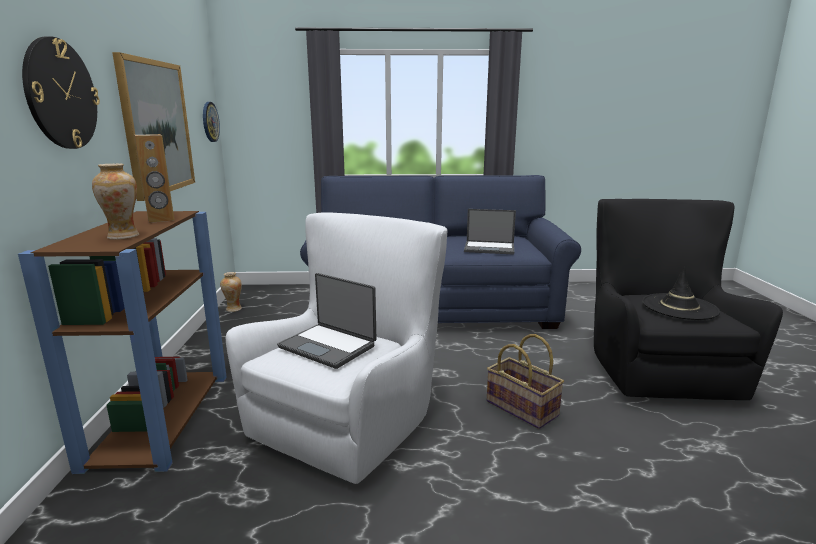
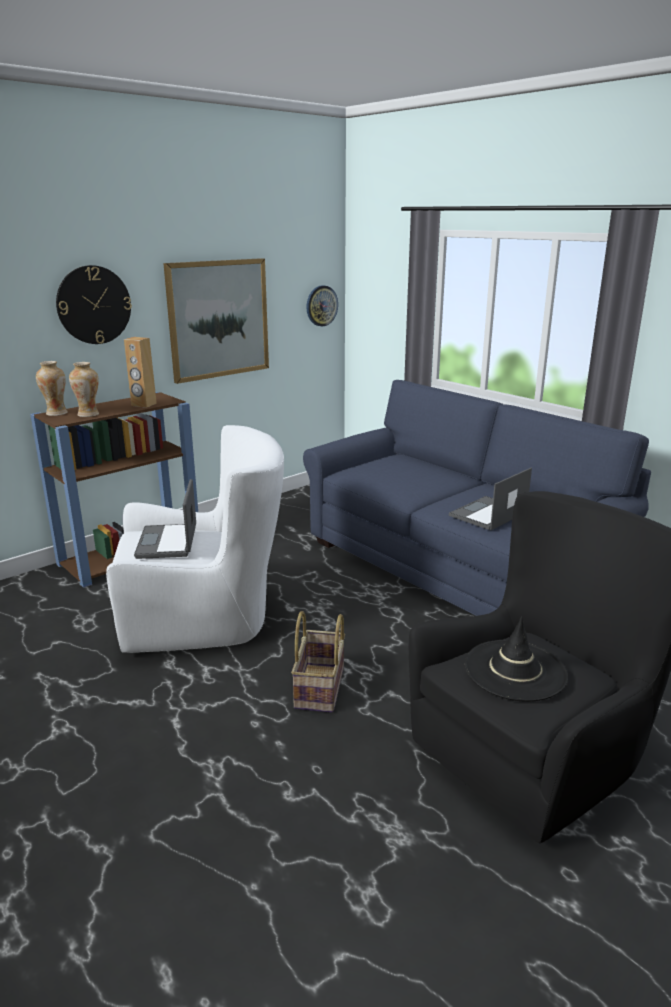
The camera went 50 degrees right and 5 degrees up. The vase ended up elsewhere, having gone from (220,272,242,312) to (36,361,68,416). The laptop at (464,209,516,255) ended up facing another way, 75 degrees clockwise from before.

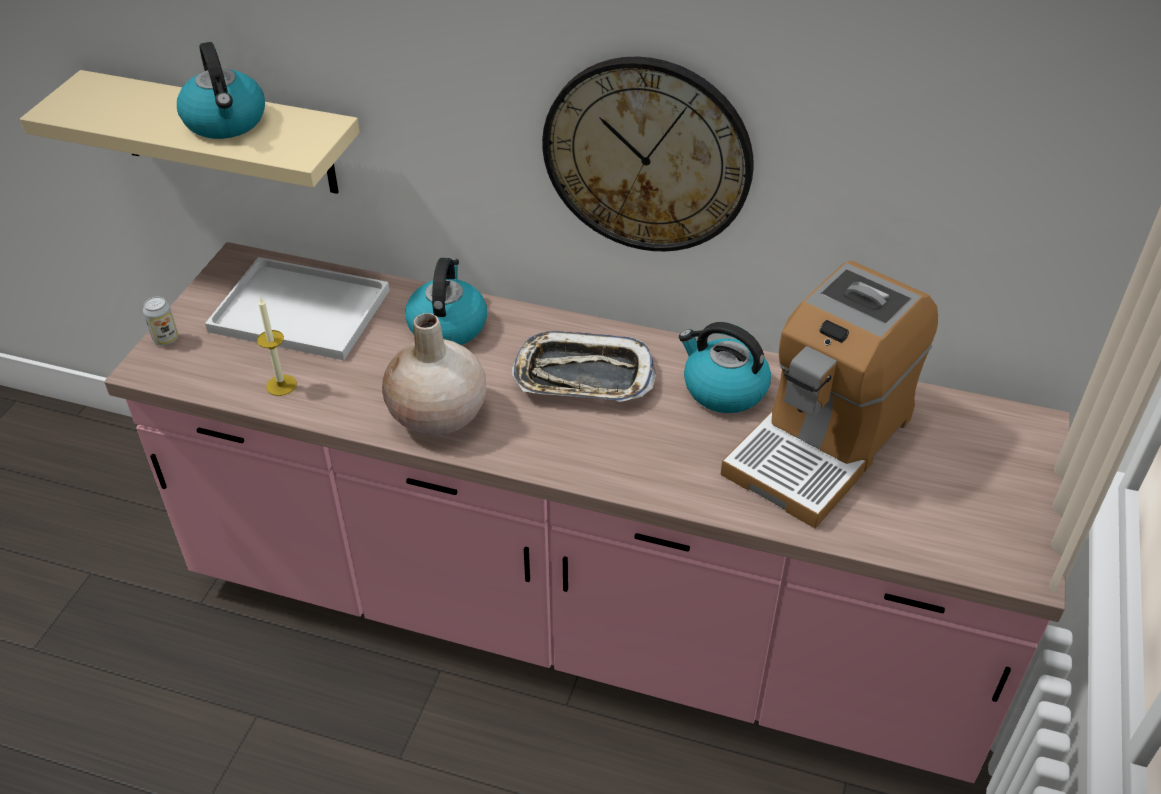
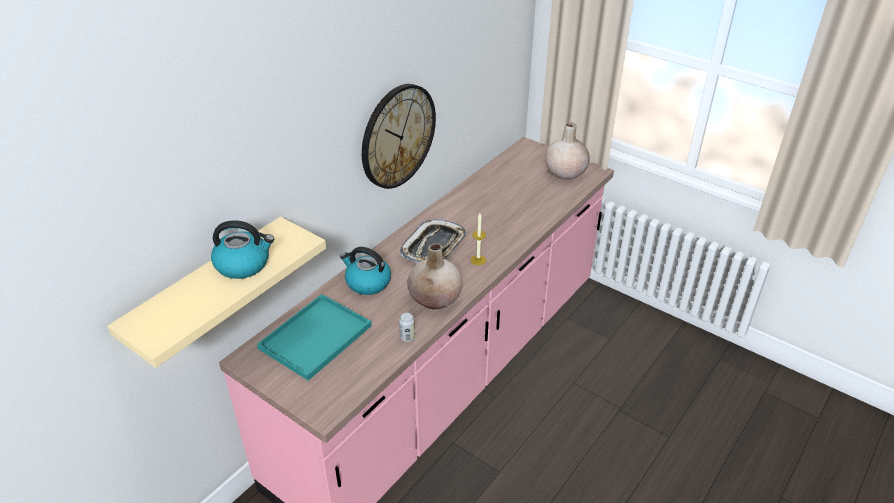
The camera went 70 degrees left and 5 degrees down. The can ended up elsewhere, having gone from (143,297,178,346) to (399,313,415,342). What was the white_tray at (205,257,390,360) turned into the turquoise_tray at (257,294,372,381). The candle ended up elsewhere, having gone from (257,297,297,396) to (471,214,486,265). The second view lost the kettle at (679,322,771,413). The second view lost the coffee_machine at (721,261,938,528). The second view gained the beige_vase at (545,122,590,180).

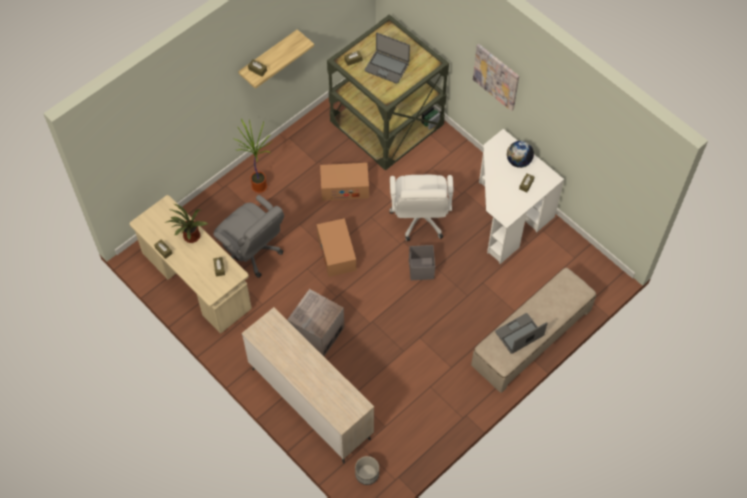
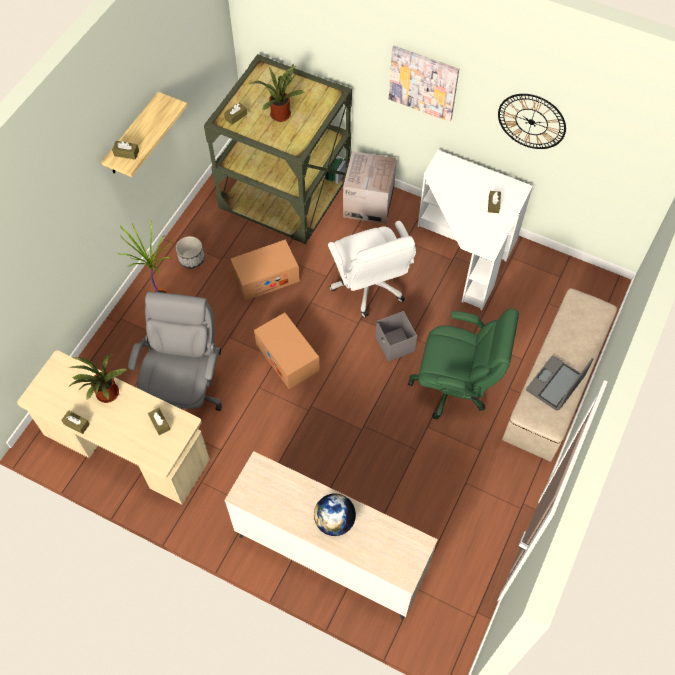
The camera went 20 degrees left and 0 degrees up. The grey_office_chair at (213,195,284,278) ended up facing another way, 105 degrees counterclockwise from before. The cardboard_box ended up elsewhere, having gone from (287,289,345,356) to (343,151,397,224). The planter ended up elsewhere, having gone from (355,456,379,485) to (176,236,204,269). Where the laptop stood at (364,33,410,84), the potted_plant came to stand at (249,63,305,122). The globe ended up elsewhere, having gone from (507,141,534,168) to (314,493,356,536). The second view gained the green_office_chair at (408,309,519,419). The second view gained the wall_clock at (498,94,566,149).

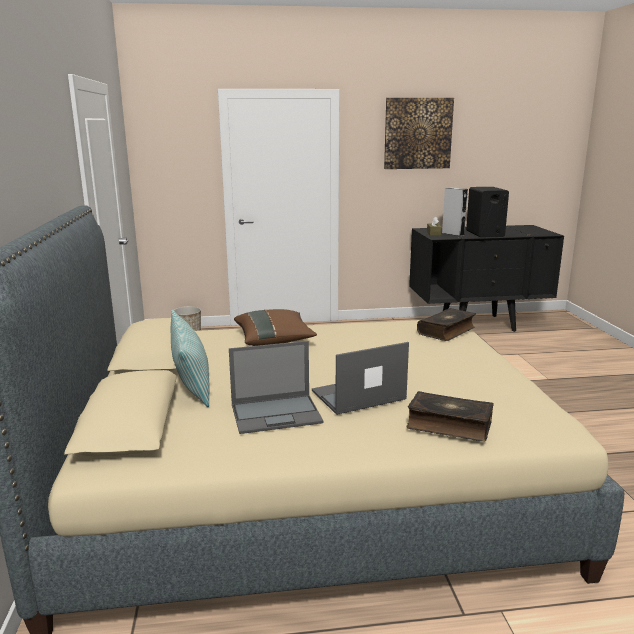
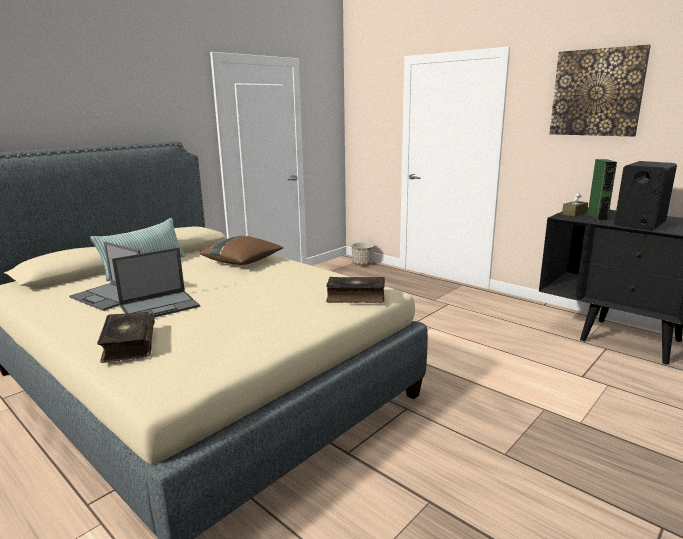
The camera went 50 degrees right and 0 degrees up. The laptop at (312,342,409,415) ended up facing another way, 120 degrees clockwise from before. What was the grey_speaker at (442,187,468,236) turned into the green_speaker at (588,159,617,221).

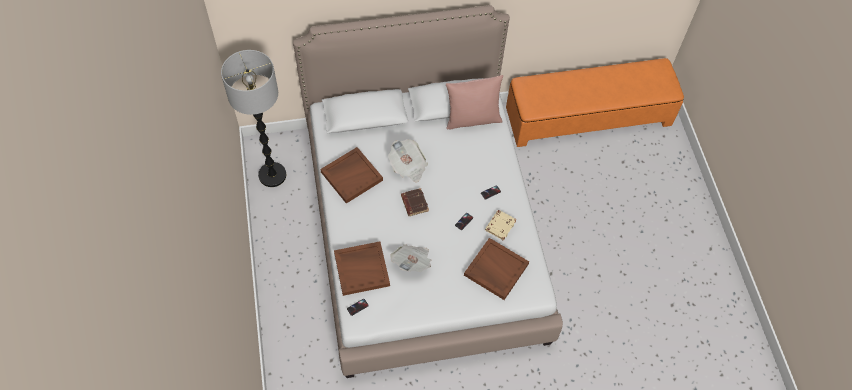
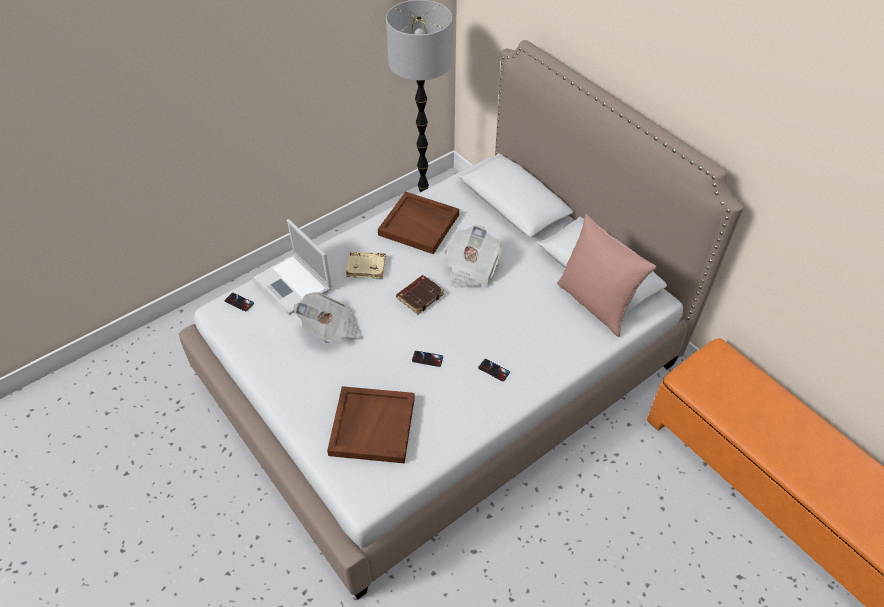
The camera went 65 degrees right and 10 degrees down. Where the brown_tray stood at (334,242,390,296), the laptop came to stand at (254,219,332,315). The beige_book ended up elsewhere, having gone from (485,210,517,241) to (346,252,386,279).

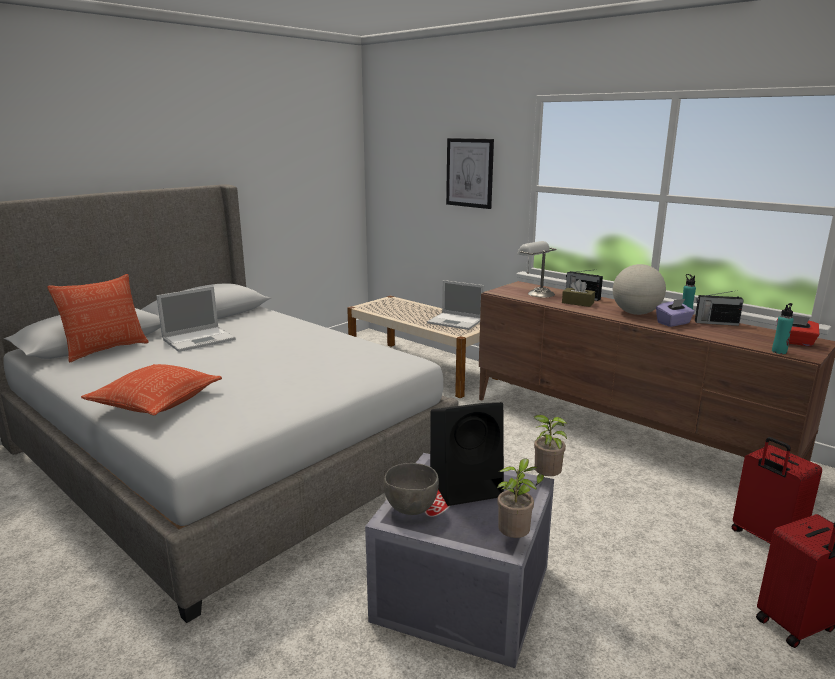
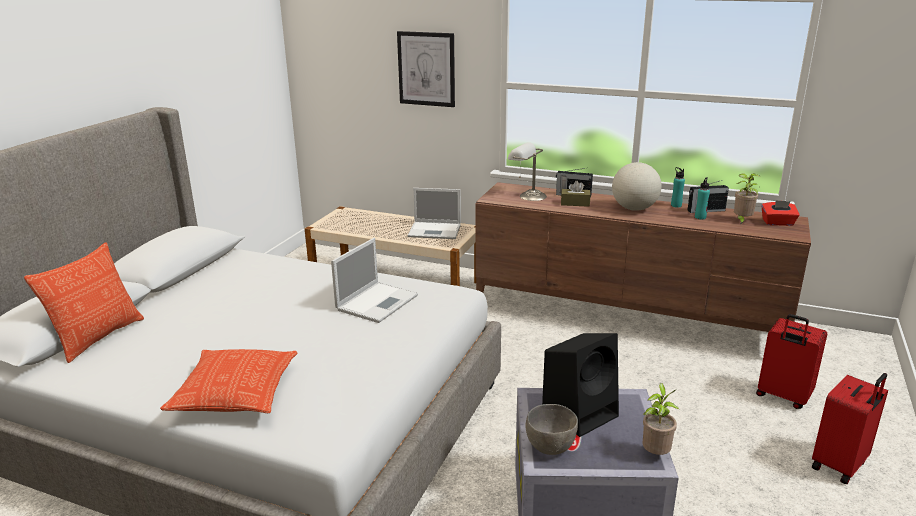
The camera went 20 degrees left and 5 degrees up. The laptop ended up elsewhere, having gone from (156,286,236,352) to (331,238,418,323). The potted_plant ended up elsewhere, having gone from (533,415,567,486) to (734,173,761,225). The second view lost the purple_tissue_box at (656,299,695,327). The turquoise_bottle ended up elsewhere, having gone from (772,303,794,354) to (695,177,710,220).

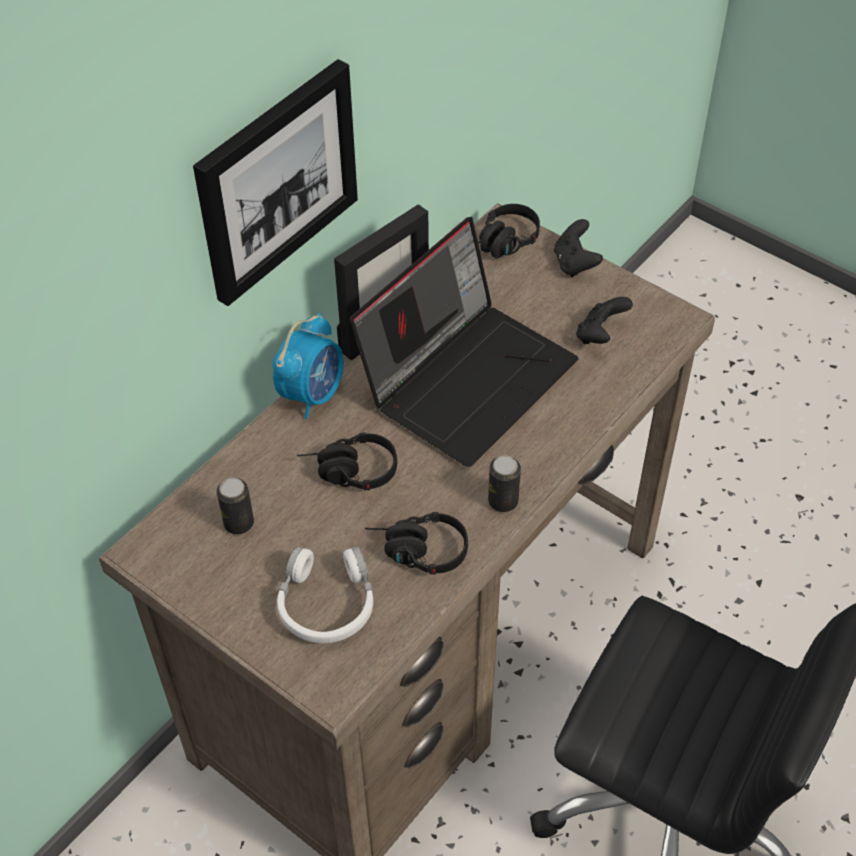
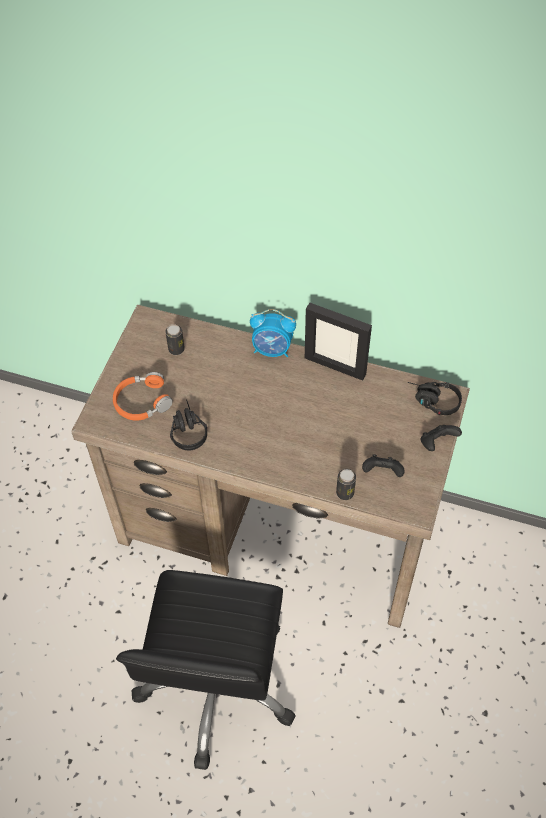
The camera went 70 degrees right and 5 degrees up. The second view lost the picture at (193,59,358,306). What was the white_headphones at (277,546,373,643) turned into the orange_headphones at (113,372,173,421). The second view lost the black_headphones at (297,433,397,490). The second view lost the laptop at (349,217,578,467). The can ended up elsewhere, having gone from (488,456,521,512) to (336,469,356,500).

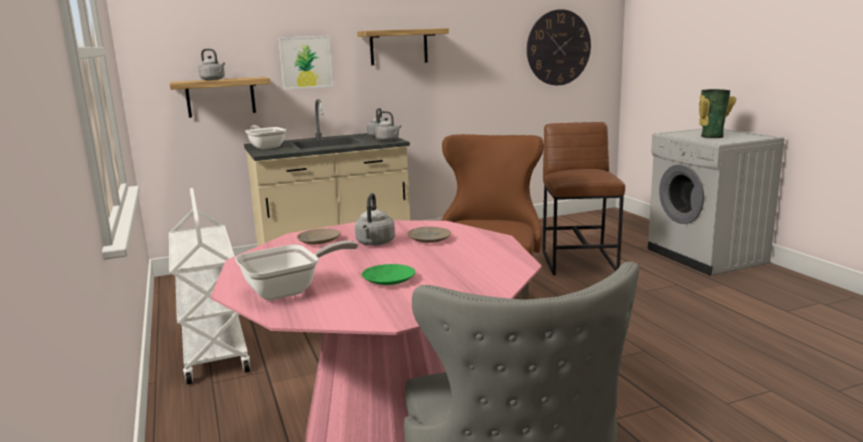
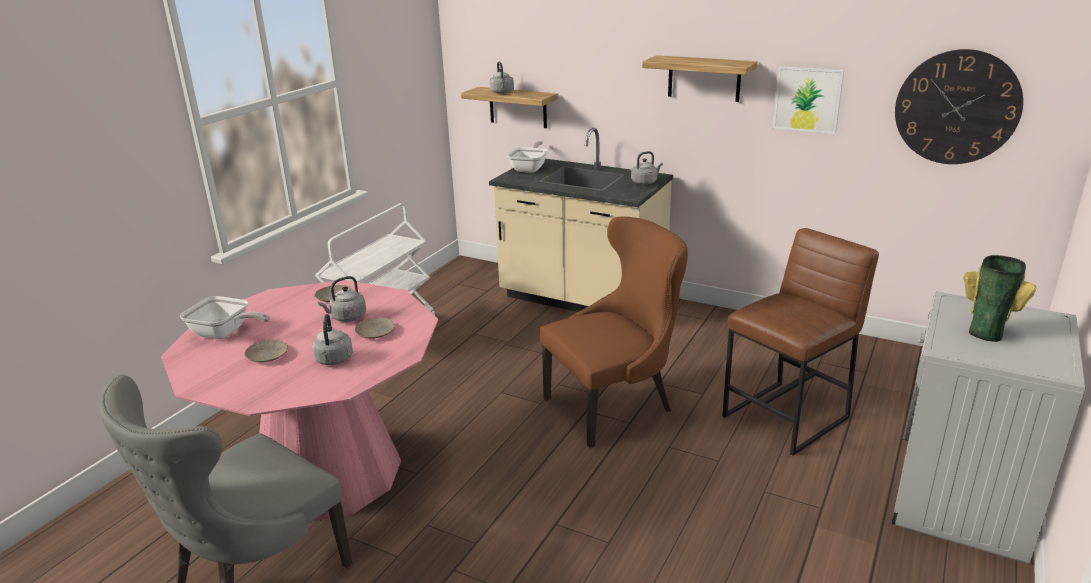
The camera went 50 degrees right and 10 degrees up. The picture ended up elsewhere, having gone from (278,36,333,89) to (773,66,844,134). What was the green_plate at (362,264,415,285) turned into the beige_plate at (244,340,288,362). The grey_kettle ended up elsewhere, having gone from (375,111,401,141) to (312,314,353,365).

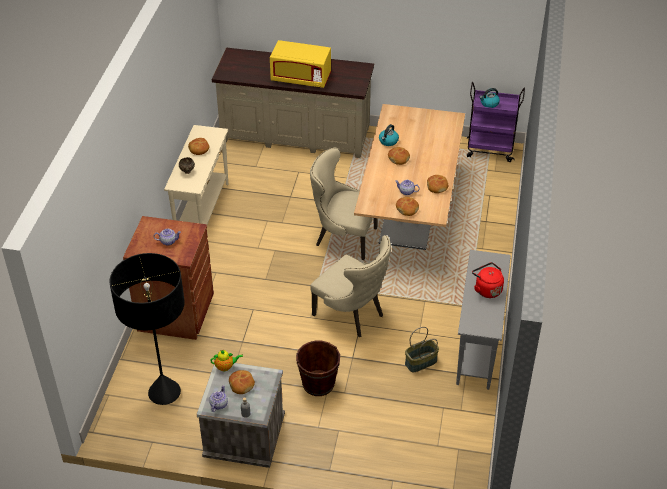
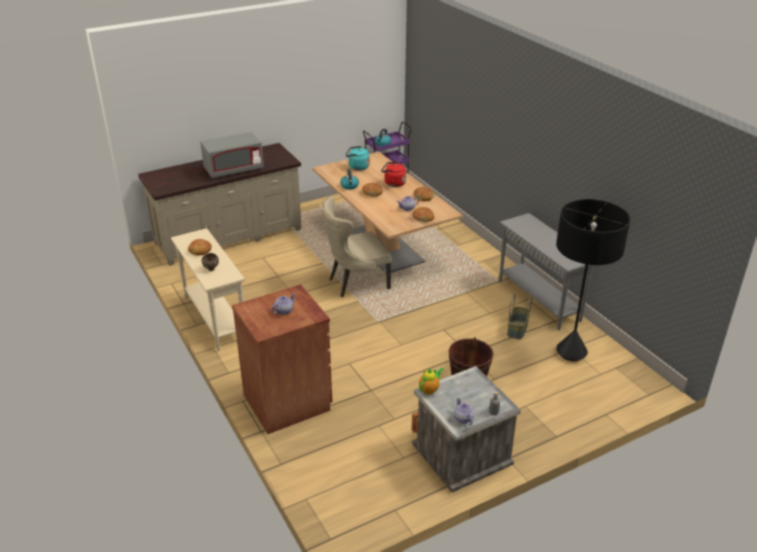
The camera went 40 degrees left and 10 degrees down. The black_floor_lamp ended up elsewhere, having gone from (109,253,185,405) to (556,199,630,361). The second view lost the bread at (229,370,255,394). What was the yellow_microwave at (270,40,331,88) turned into the grey_microwave at (200,132,264,178). The second view lost the beige_chair at (310,235,391,337). The red_kettle ended up elsewhere, having gone from (472,262,504,298) to (381,162,406,187). The second view gained the turquoise_kettle at (346,146,370,171).

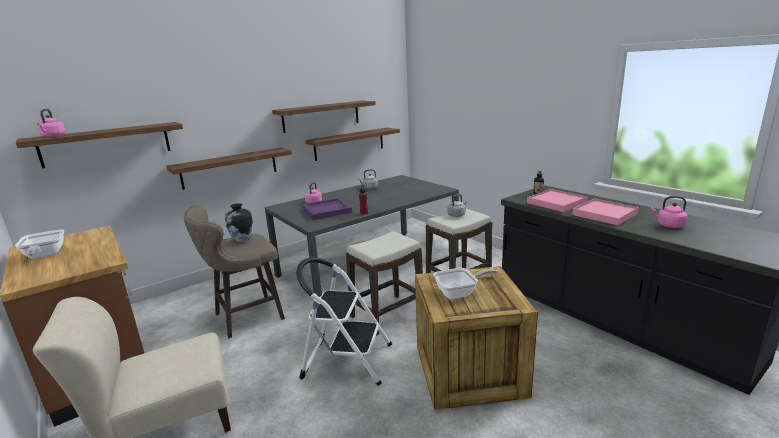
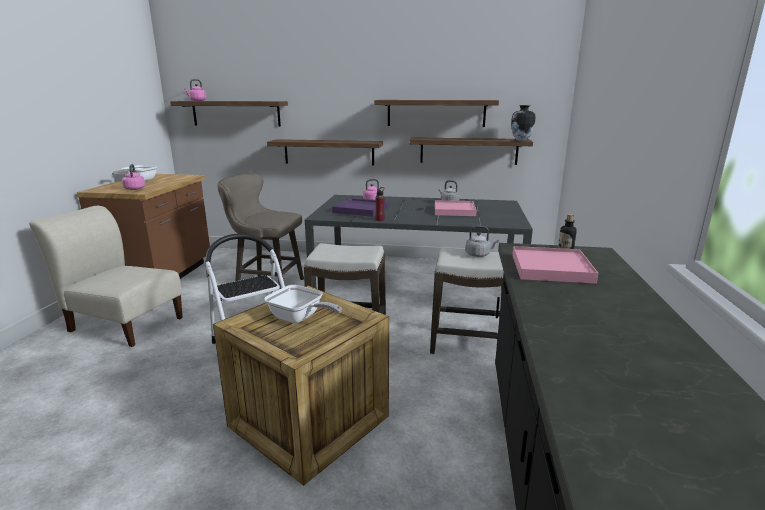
The camera went 45 degrees right and 0 degrees up. The vase ended up elsewhere, having gone from (225,203,253,243) to (511,105,535,141). The pink_tray ended up elsewhere, having gone from (572,199,639,225) to (435,200,477,216). The pink_kettle ended up elsewhere, having gone from (651,196,688,228) to (122,164,145,190).

